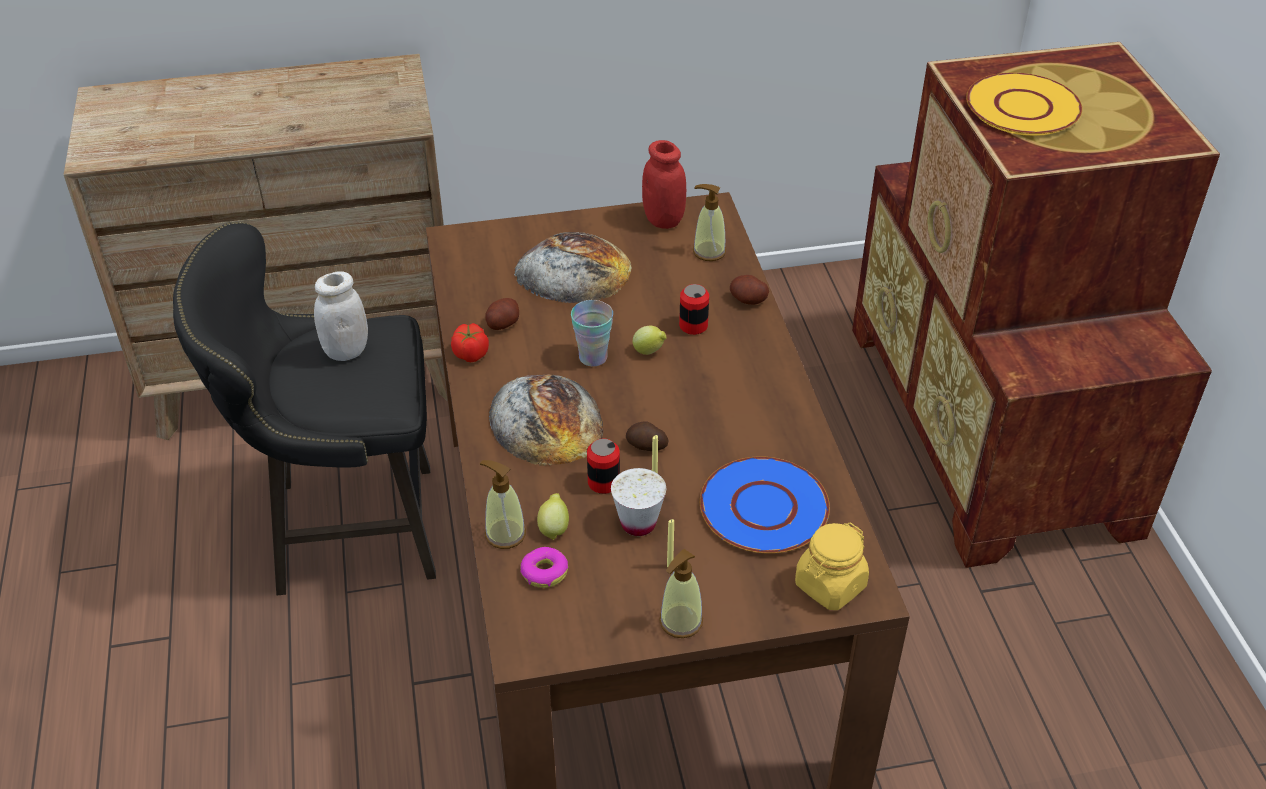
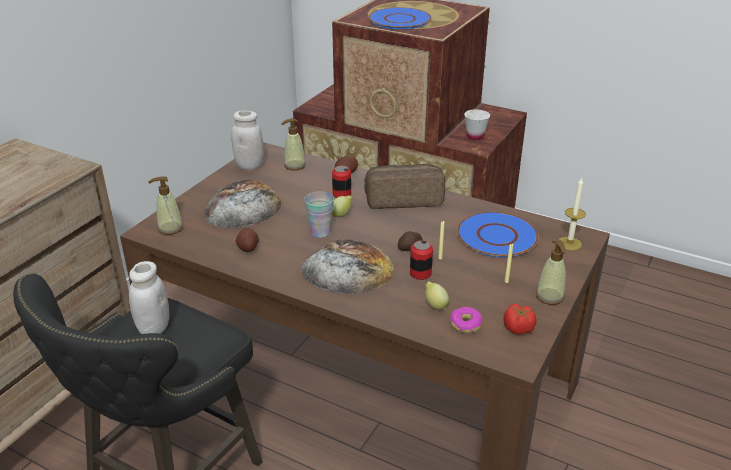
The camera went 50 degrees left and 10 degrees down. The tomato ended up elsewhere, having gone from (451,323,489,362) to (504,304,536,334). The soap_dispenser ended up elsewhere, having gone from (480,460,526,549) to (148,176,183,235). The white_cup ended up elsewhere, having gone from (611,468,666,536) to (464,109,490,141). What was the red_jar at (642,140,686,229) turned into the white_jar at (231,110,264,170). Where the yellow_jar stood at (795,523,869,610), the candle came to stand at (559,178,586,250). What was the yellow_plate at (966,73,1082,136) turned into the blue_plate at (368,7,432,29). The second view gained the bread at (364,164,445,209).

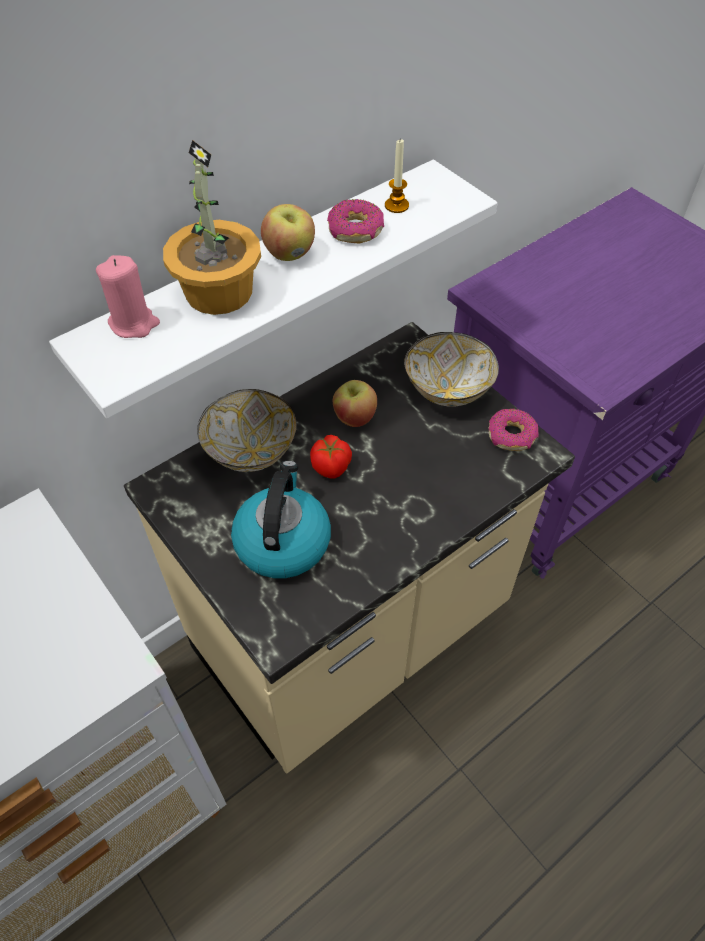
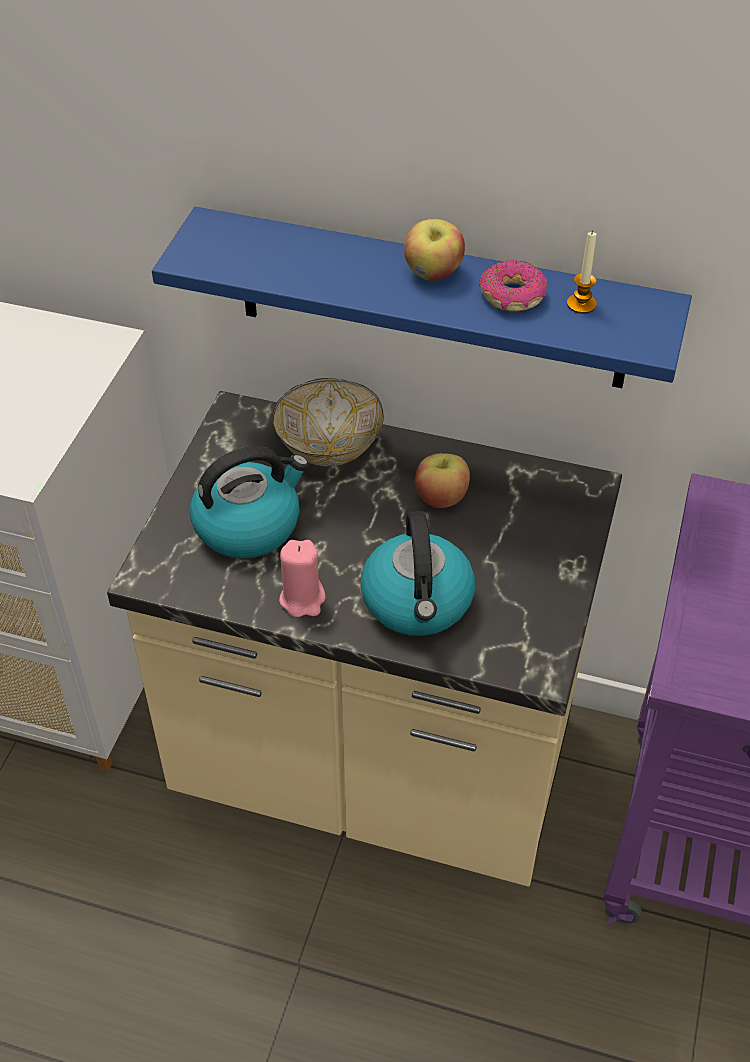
The camera went 55 degrees right and 5 degrees down. What was the white_shelf at (49,160,498,418) turned into the blue_shelf at (152,207,692,388). The pink_candle ended up elsewhere, having gone from (96,255,160,338) to (279,540,326,617). The second view lost the potted_plant at (163,140,261,315). The second view lost the tomato at (310,435,352,478). The second view lost the bowl at (404,332,499,407). The second view lost the donut at (489,409,539,451). The second view gained the kettle at (360,511,475,636).

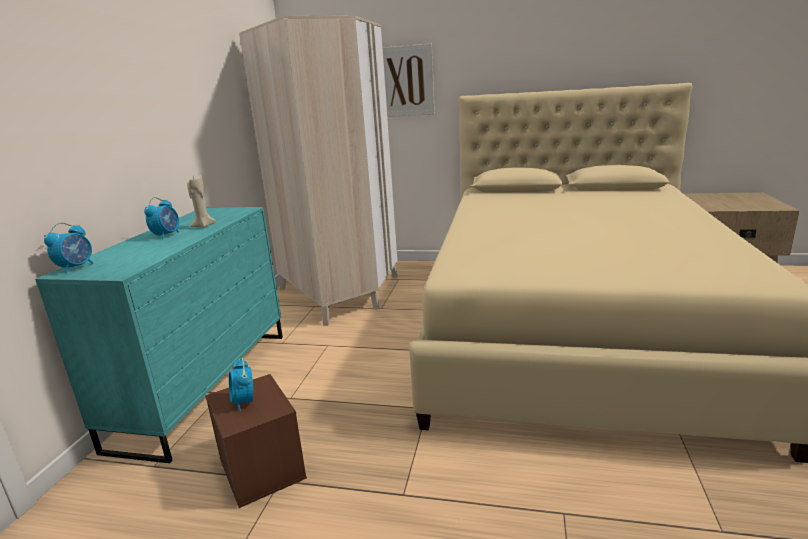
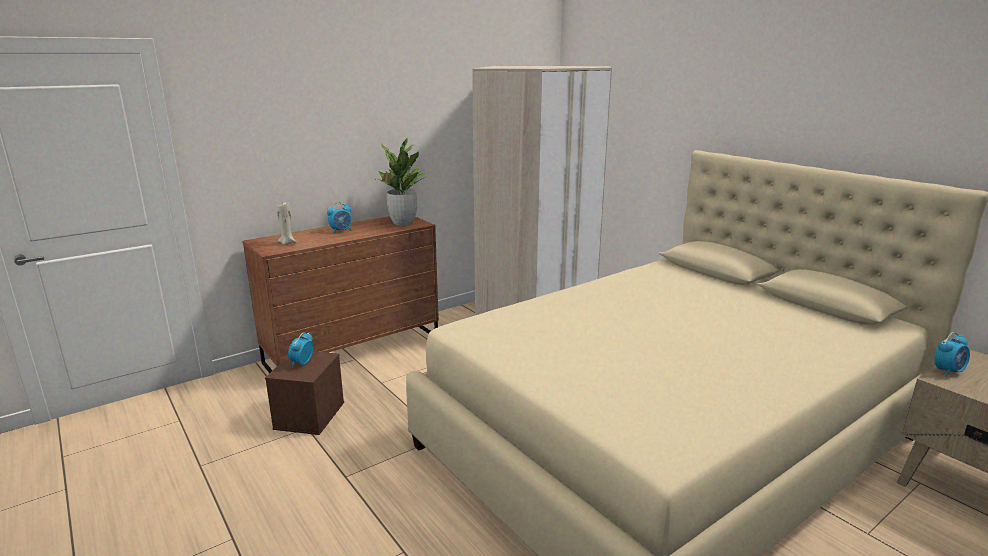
The camera went 40 degrees right and 0 degrees up. What was the turquoise_dresser at (35,207,283,463) turned into the brown_dresser at (243,216,439,373). The alarm_clock ended up elsewhere, having gone from (44,223,93,273) to (934,332,970,377). The beige_candle ended up elsewhere, having gone from (187,175,216,228) to (277,201,297,245). The second view lost the picture at (383,43,435,117). The second view gained the potted_plant at (376,138,429,226).

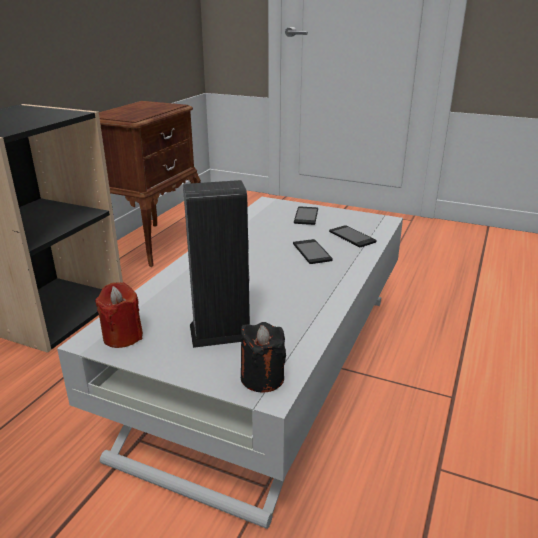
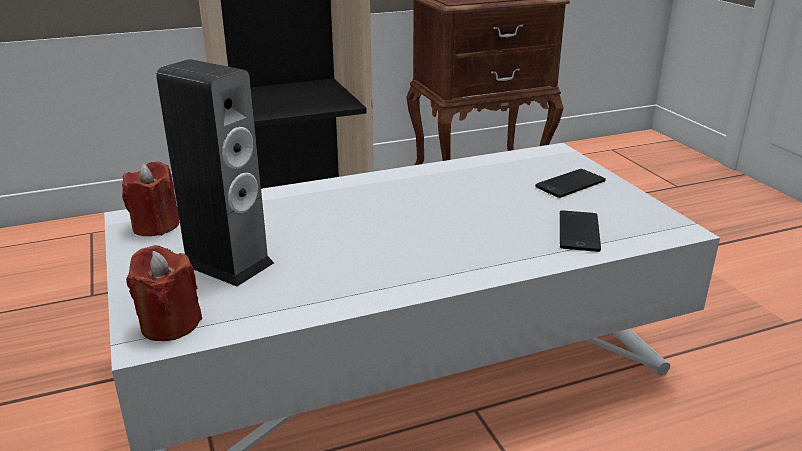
The camera went 45 degrees right and 0 degrees up. What was the black_candle at (241,322,286,392) turned into the red_candle at (126,245,202,341). The second view lost the phone at (293,239,333,264).

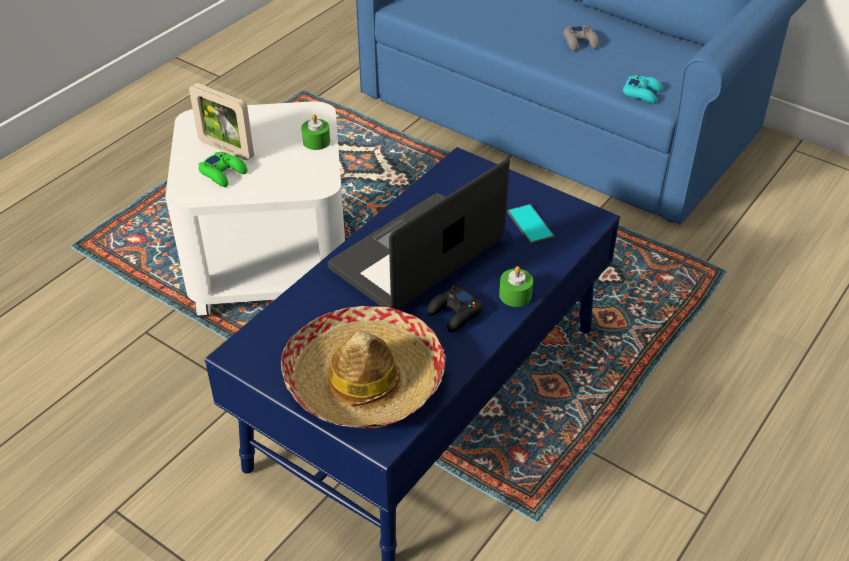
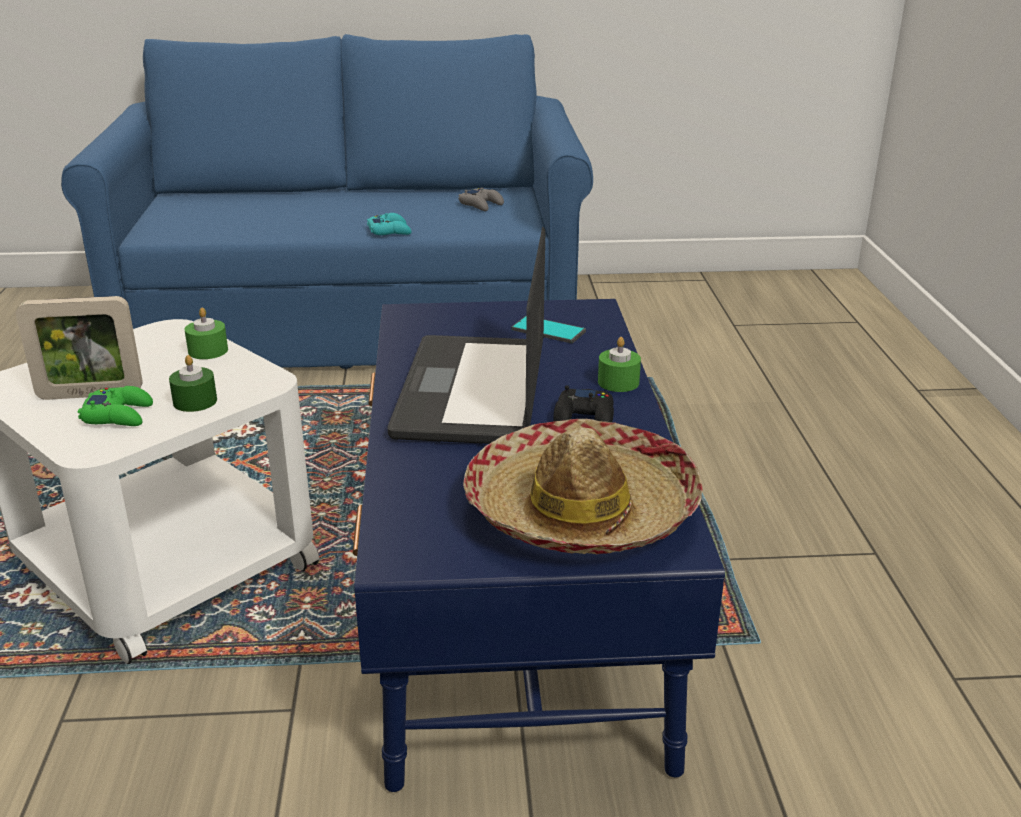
The camera went 40 degrees left and 15 degrees down. The grey_game_controller ended up elsewhere, having gone from (563,25,599,51) to (459,188,504,211). The turquoise_game_controller ended up elsewhere, having gone from (622,75,663,104) to (367,213,412,235). The second view gained the green_candle at (169,355,217,412).

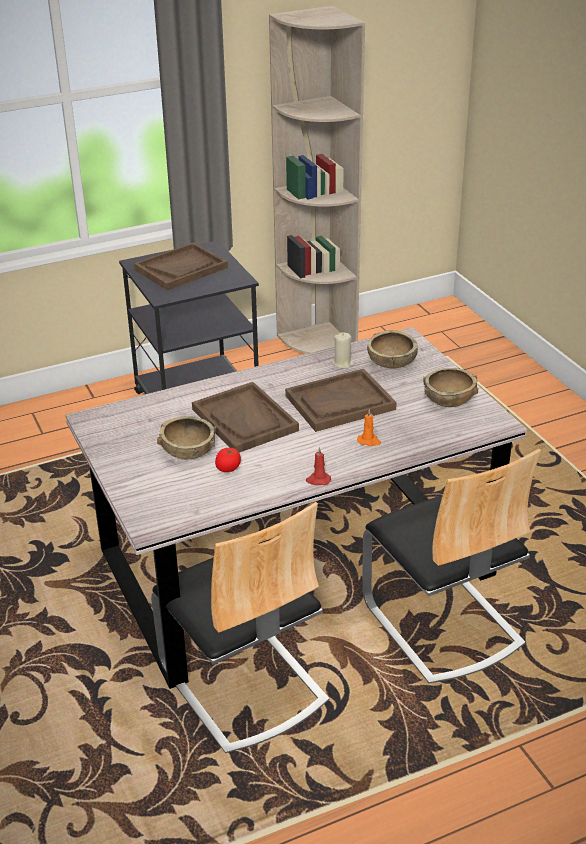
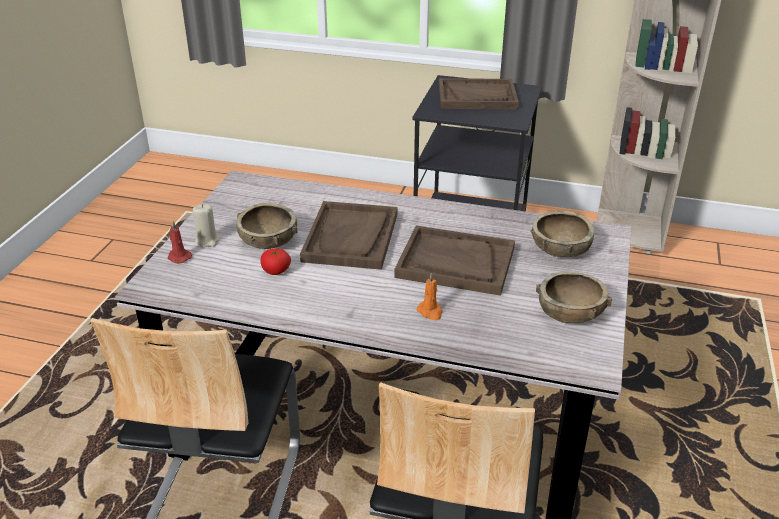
The camera went 40 degrees right and 0 degrees up. The red_candle ended up elsewhere, having gone from (306,447,331,485) to (167,221,192,263). The beige_candle ended up elsewhere, having gone from (332,332,355,369) to (193,204,220,247).

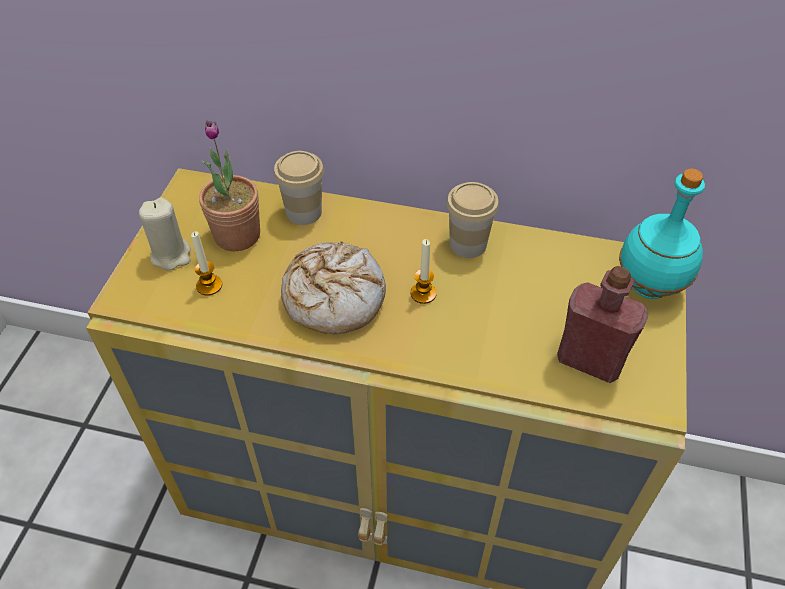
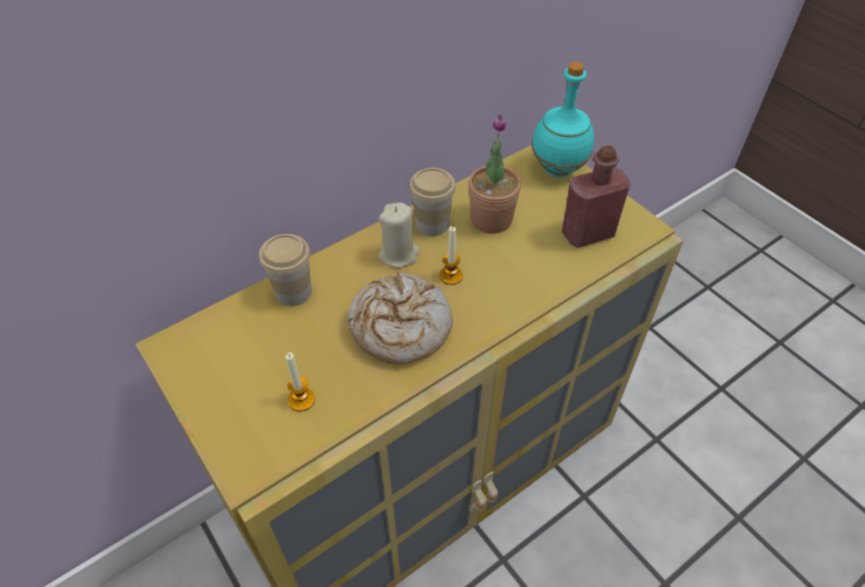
The camera went 50 degrees left and 0 degrees up. The beige_candle ended up elsewhere, having gone from (139,197,191,271) to (379,203,420,268). The potted_plant ended up elsewhere, having gone from (199,120,260,251) to (468,114,521,234).

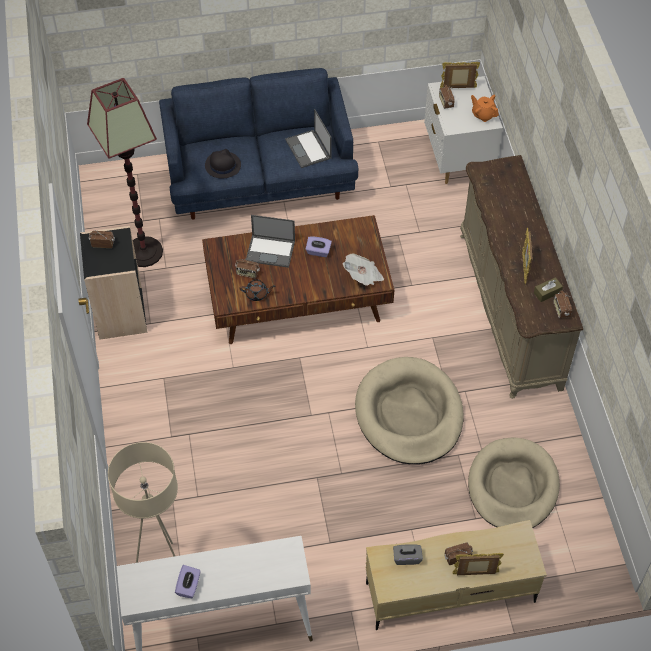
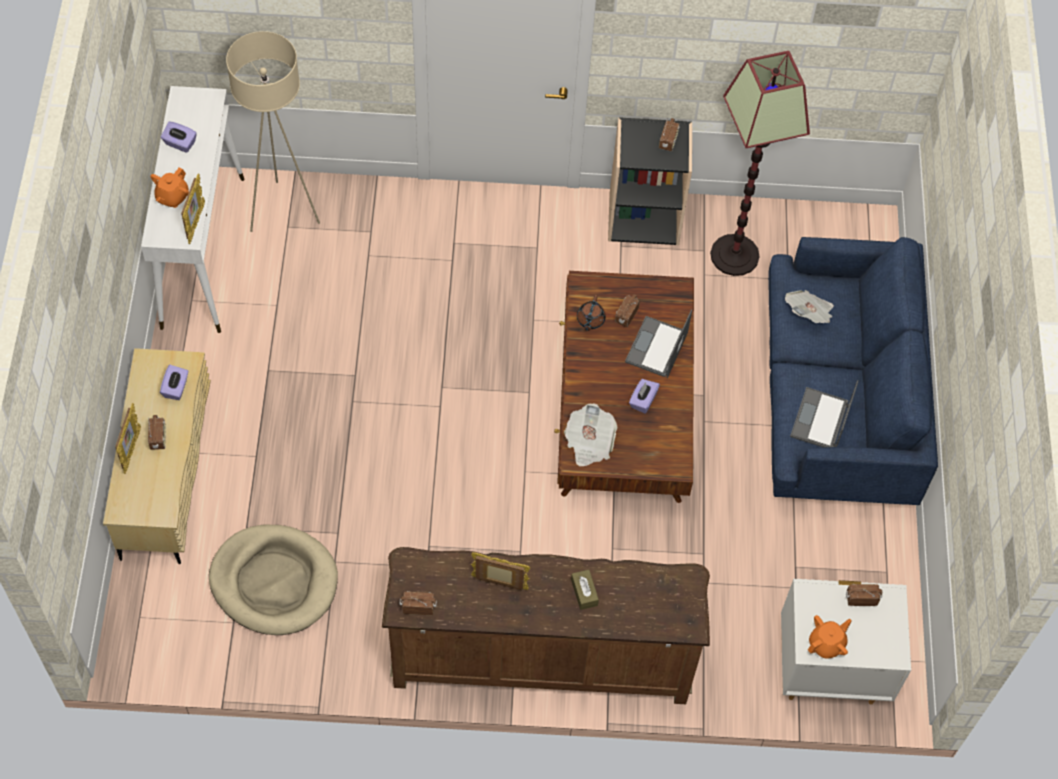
The camera went 100 degrees right and 5 degrees up. Where the black_hat stood at (205,149,241,179), the newspaper came to stand at (785,290,834,323). The laptop at (285,109,332,168) ended up facing another way, 60 degrees counterclockwise from before. The second view lost the beige_dog_bed at (355,357,464,465). What was the grey_tissue_box at (393,544,423,565) turned into the purple_tissue_box at (160,365,188,400). The picture_frame ended up elsewhere, having gone from (440,62,480,88) to (181,174,205,244). The brown_tissue_box ended up elsewhere, having gone from (534,277,563,302) to (571,570,599,610). The second view gained the orange_teapot at (150,167,189,208).

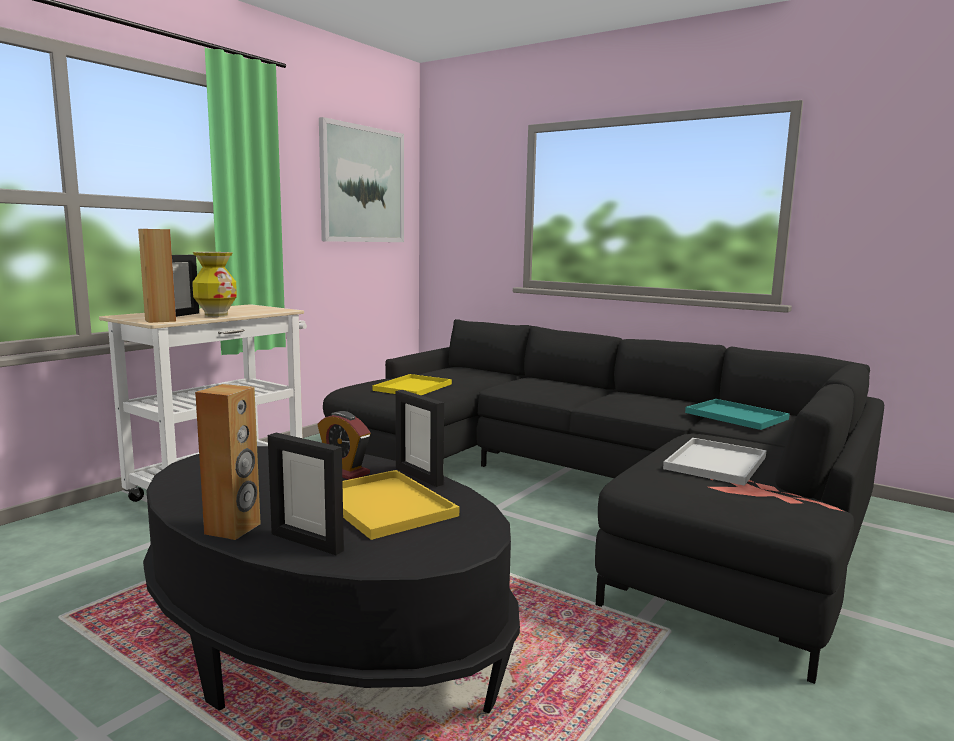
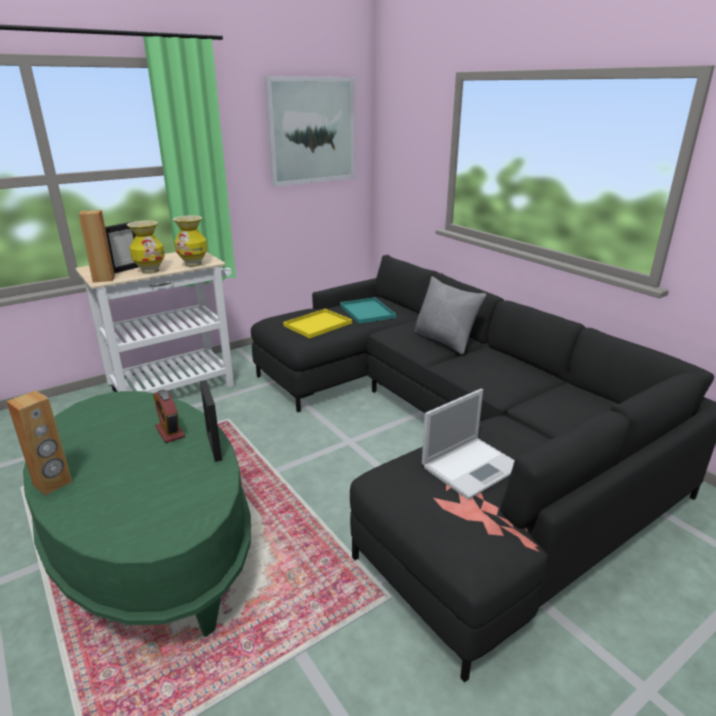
The camera went 20 degrees right and 15 degrees up. What was the black_coffee_table at (143,446,520,713) turned into the green_coffee_table at (23,391,251,637). The second view lost the picture_frame at (268,433,344,555). The second view lost the yellow_tray at (342,470,459,540). Where the white_tray stood at (663,438,766,486), the laptop came to stand at (422,389,515,500). The turquoise_tray ended up elsewhere, having gone from (685,399,790,430) to (340,297,396,324). The second view gained the vase at (172,216,208,267). The second view gained the grey_pillow at (415,276,486,354).

